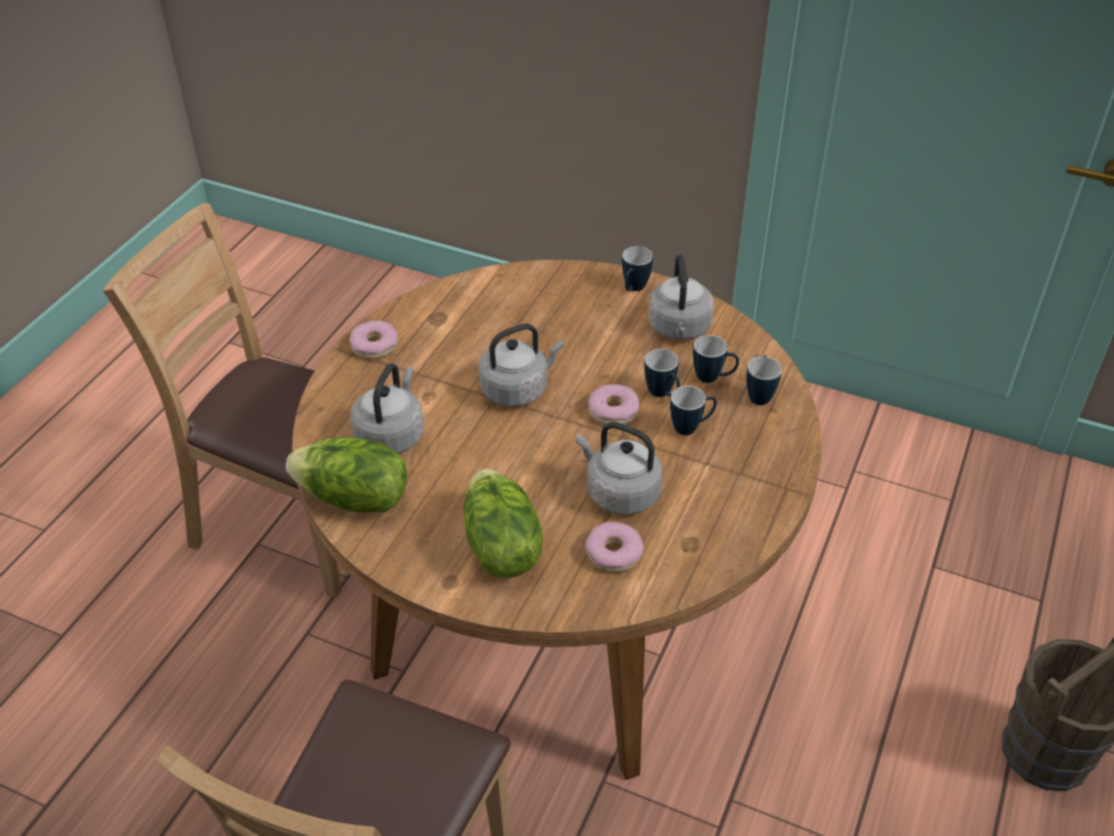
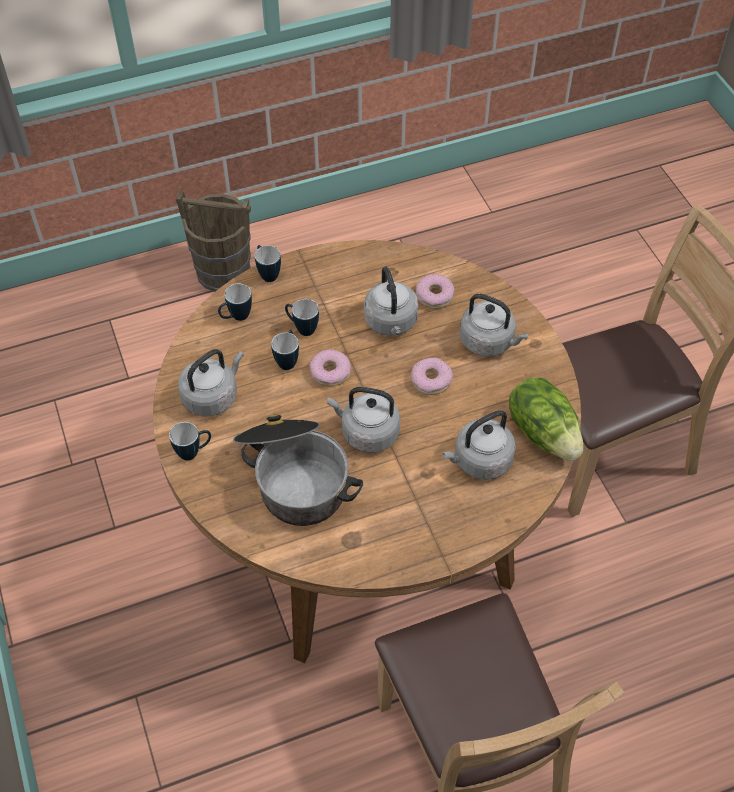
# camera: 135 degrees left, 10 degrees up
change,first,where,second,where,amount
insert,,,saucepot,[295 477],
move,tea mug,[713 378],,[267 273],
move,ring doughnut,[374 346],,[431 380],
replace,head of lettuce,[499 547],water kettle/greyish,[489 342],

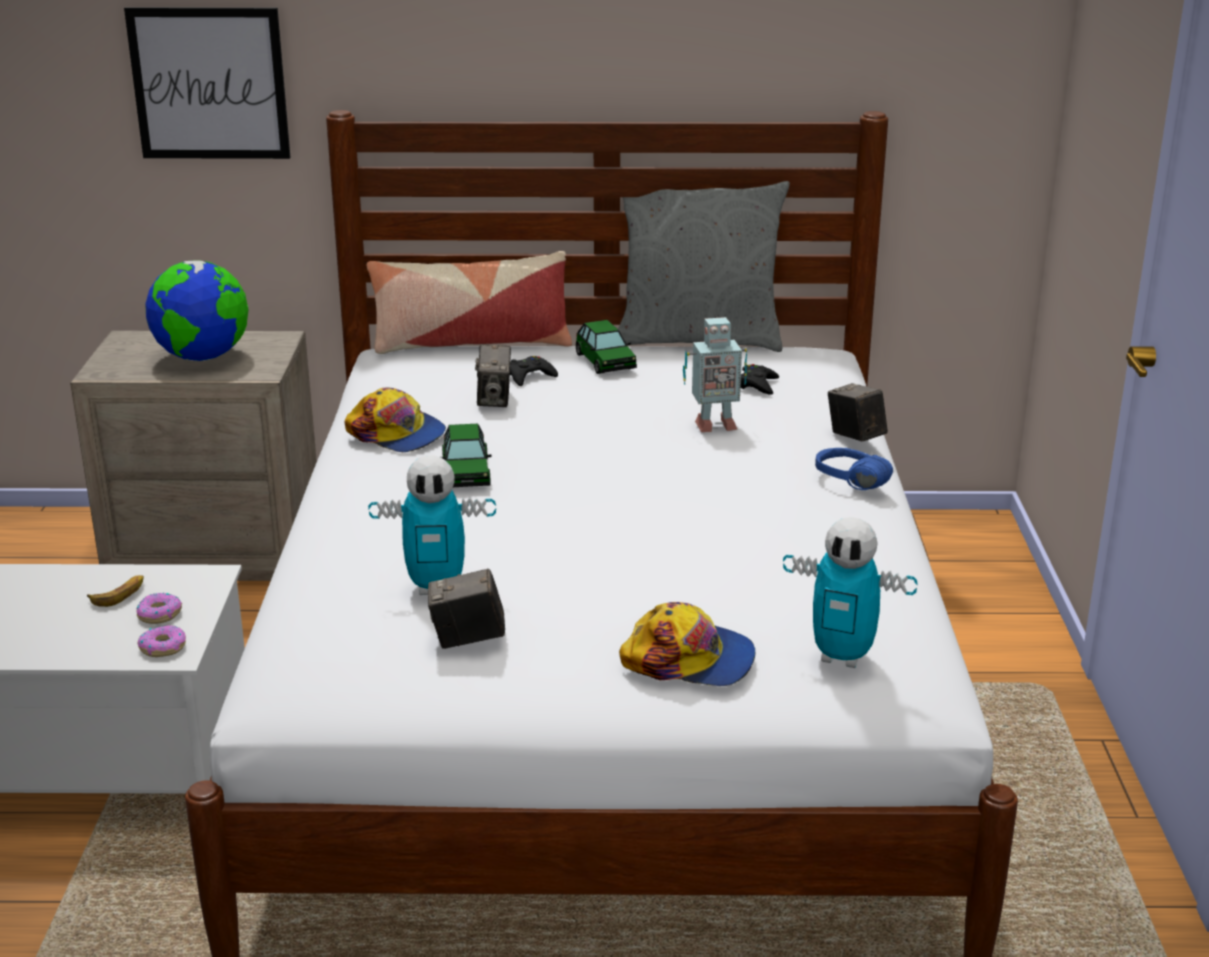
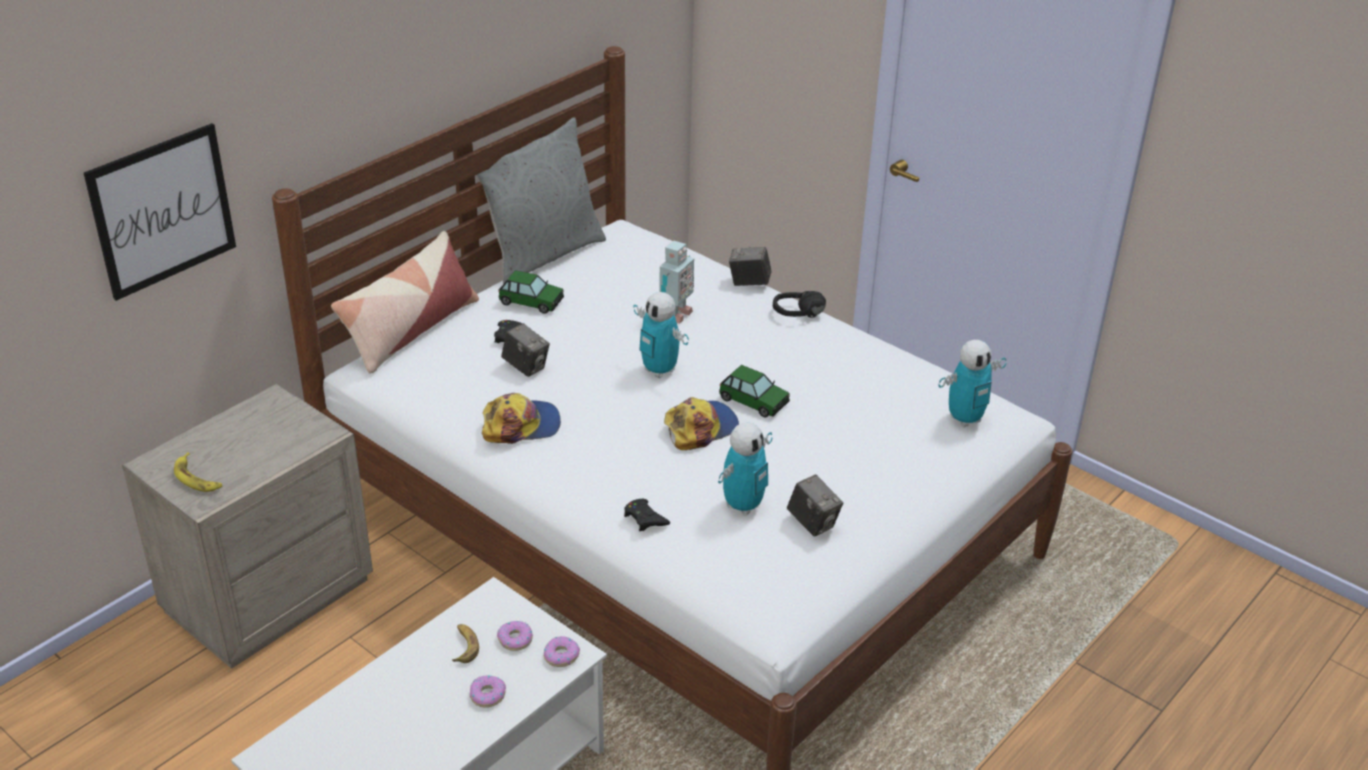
# camera: 50 degrees left, 10 degrees up
change,first,where,second,where,amount
insert,,,banana,[197 478],
insert,,,ring doughnut,[487 695],
move,gamepad/black-coloured,[758 385],,[645 518],
insert,,,toy robot,[659 370],
move,baseball cap,[689 659],,[700 428],
move,toy car,[466 472],,[753 401],
recolor,headphones/blue-coloured,[846 485],headphones/black-coloured,[800 318],
rotate,photo camera,[467 639],,[813 523],75 degrees counterclockwise
delete,globe,[203 357],,,

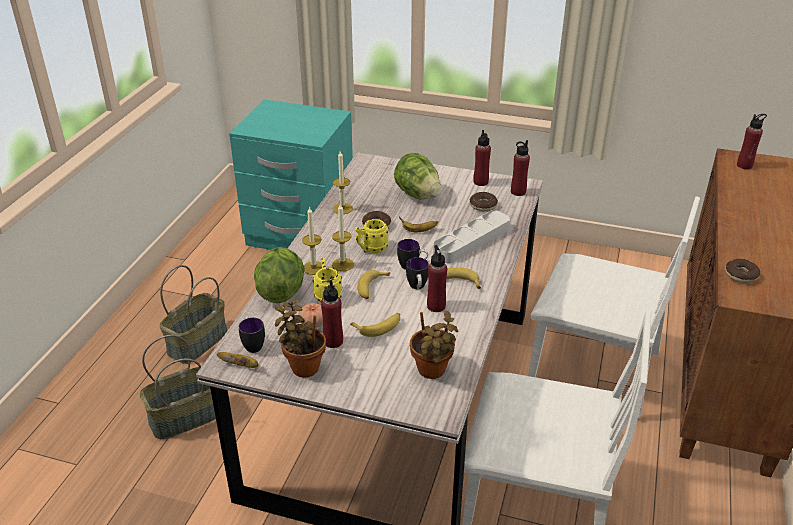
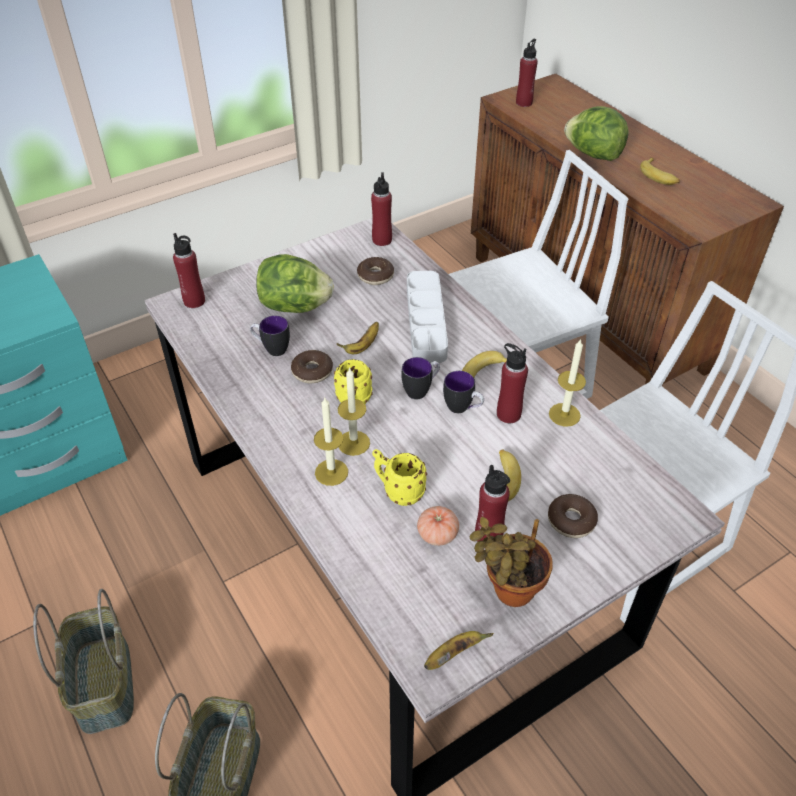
# camera: 50 degrees left, 10 degrees up
change,first,where,second,where,amount
move,beverage bottle/red-coloured,[480 182],,[194 301],
move,tea mug,[252 344],,[272 349],
move,ring doughnut,[741 275],,[571 521],
move,wax light,[342 208],,[564 414],
move,head of lettuce,[281 292],,[593 155],
move,banana,[372 288],,[659 176],
delete,potted plant,[432 372],,,

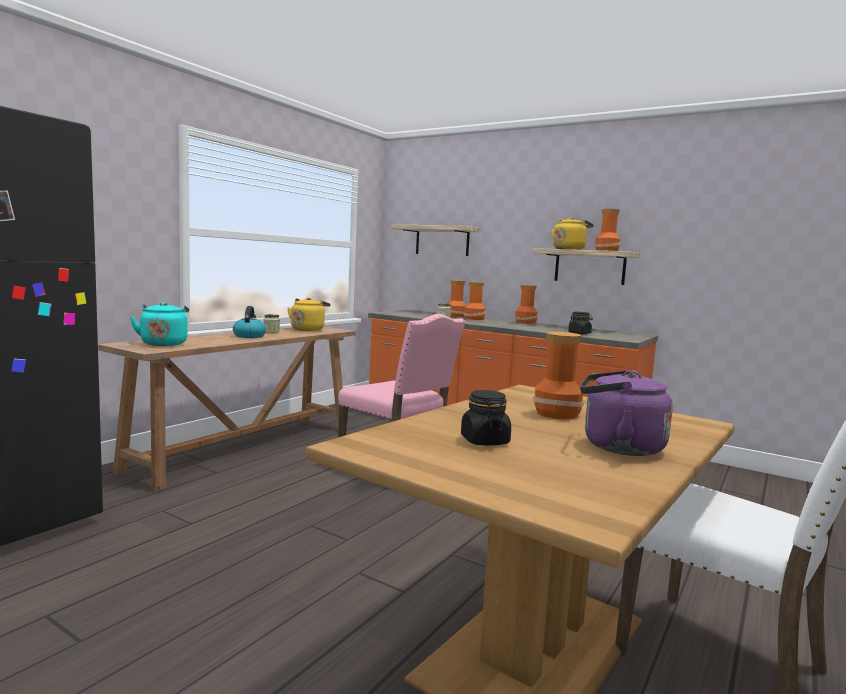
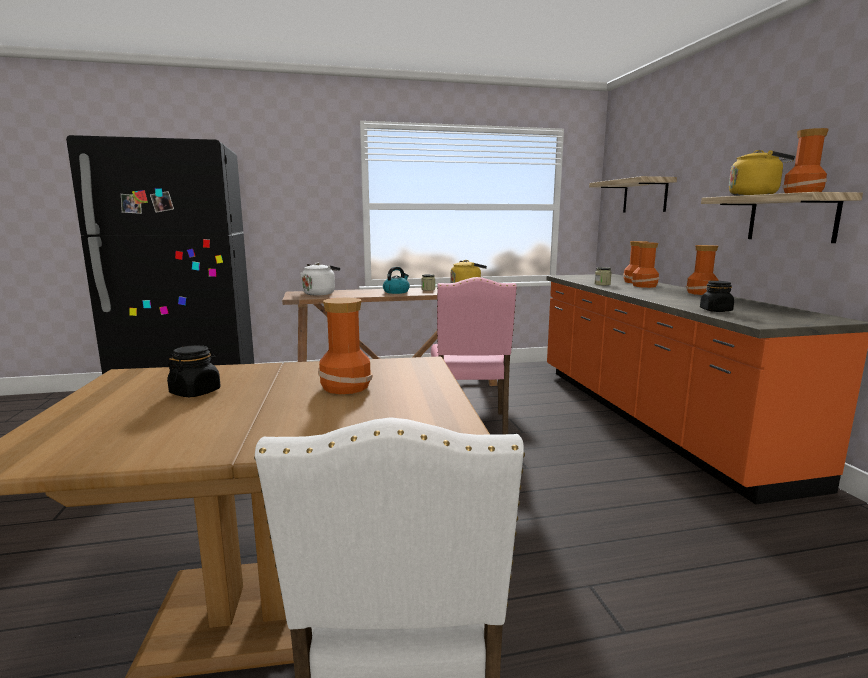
# camera: 45 degrees right, 5 degrees up
change,first,where,second,where,amount
recolor,water kettle/turquoise-coloured,[164 343],water kettle/whitish,[320 293],
delete,water kettle/purplish,[617 447],,,

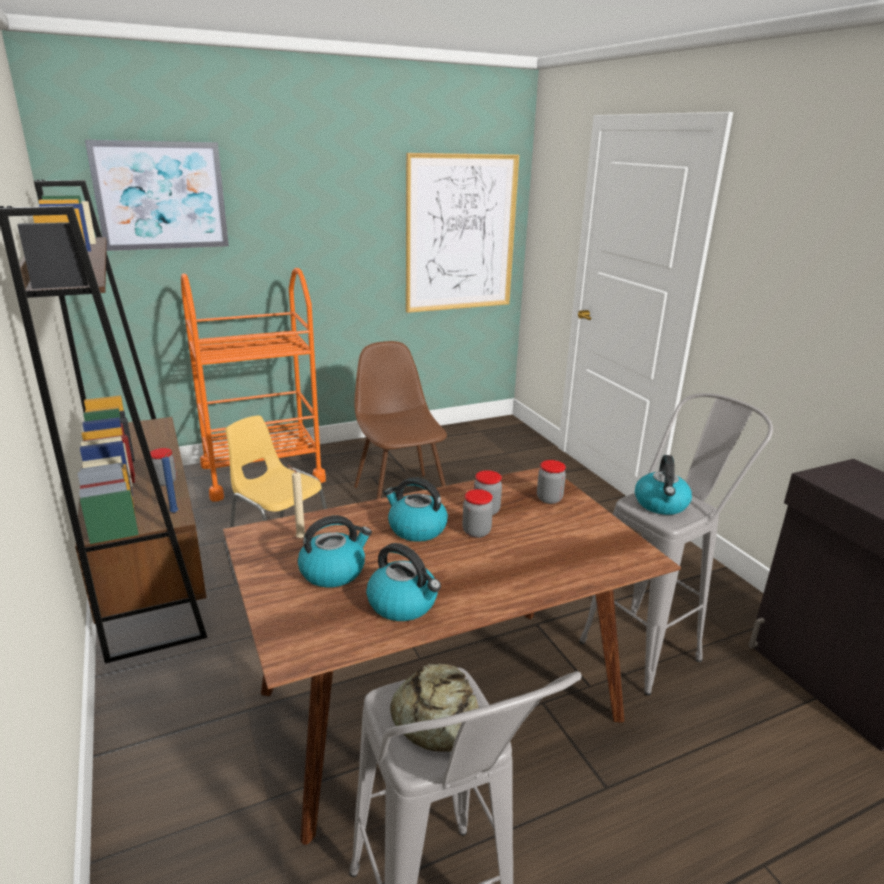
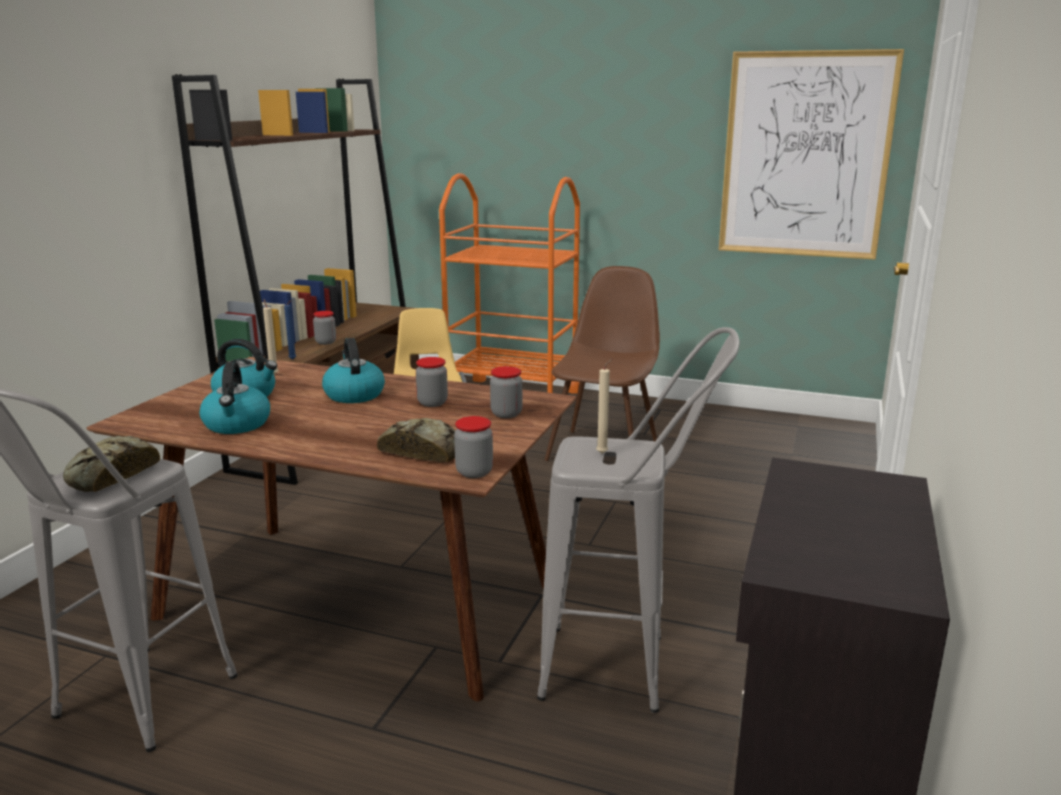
# camera: 45 degrees right, 5 degrees down
change,first,where,second,where,amount
insert,,,bread,[422 450],
move,preserve jar,[476 532],,[474 472],
replace,water kettle,[661 504],wax light/beige,[603 453],
delete,wall picture,[161 196],,,

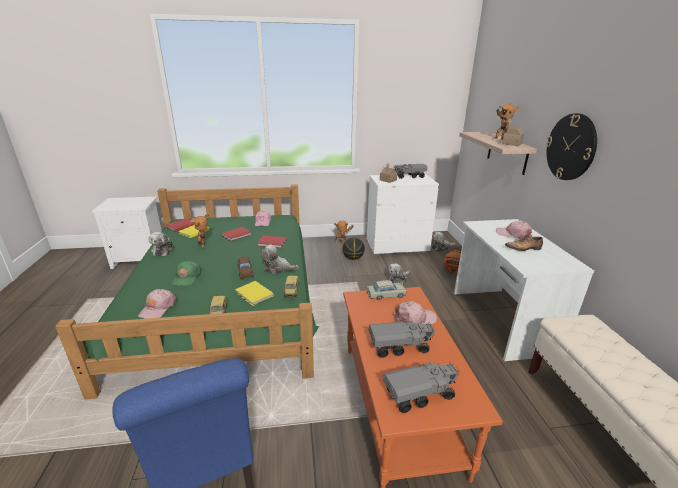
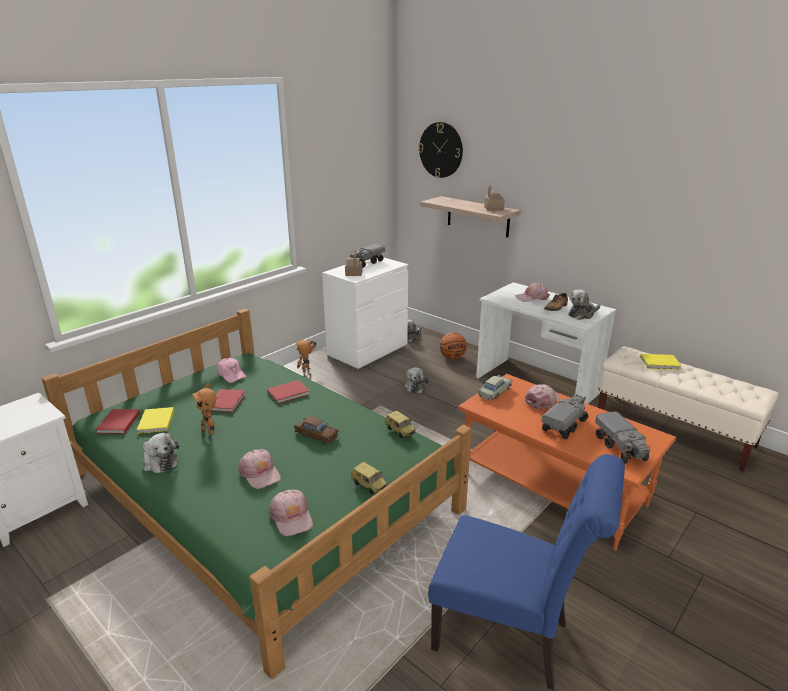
# camera: 40 degrees left, 0 degrees up
change,first,where,second,where,amount
recolor,baseball cap/green-coloured,[186 277],baseball cap/pink-coloured,[260 473],
move,wall clock,[571 147],,[441 150],
move,cuddly toy,[277 268],,[582 314],
rotate,toy lorry,[419 394],,[621 448],135 degrees clockwise
move,book/yellowish,[254 295],,[661 363],
delete,ball for basketball,[353 258],,,
delete,toy robot,[500 138],,,

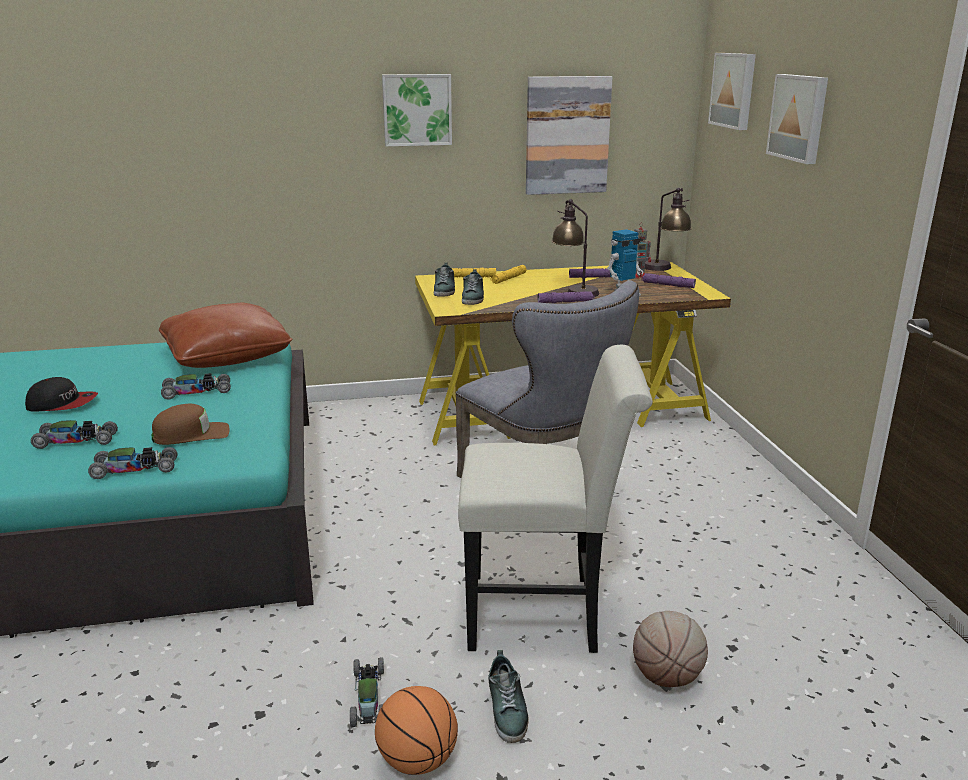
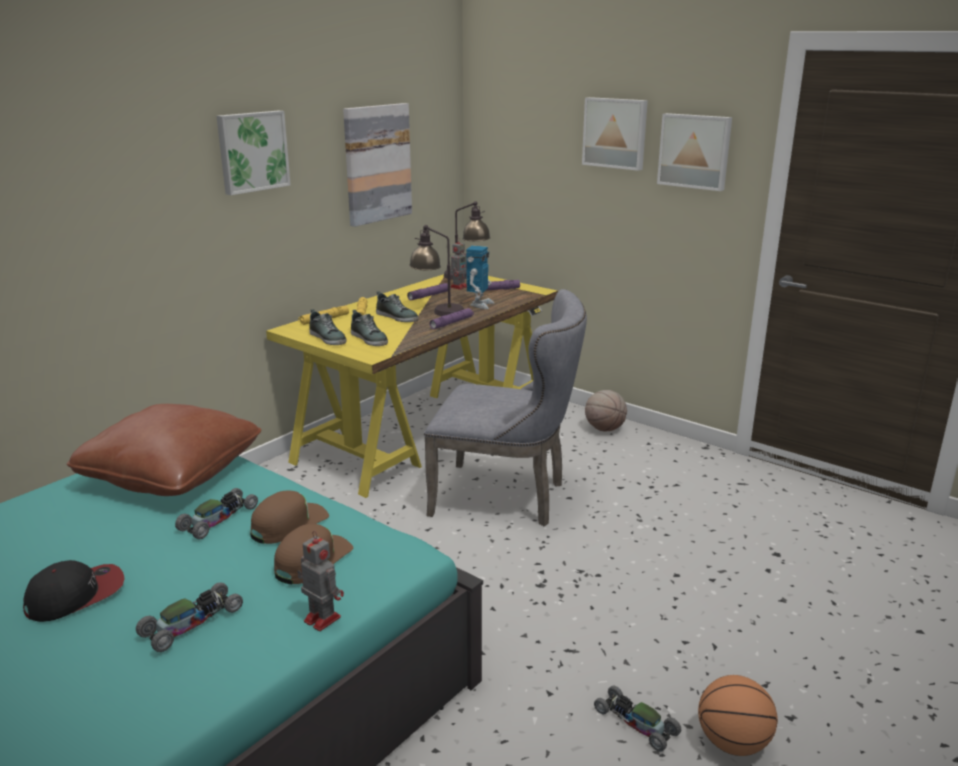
# camera: 40 degrees left, 0 degrees up
change,first,where,second,where,amount
insert,,,baseball cap/brown,[288 524],
replace,toy car,[135 469],toy robot,[321 618],
move,shoe,[507 709],,[397 317],
move,ball for basketball,[667 677],,[604 429],
move,wall picture,[734 90],,[695 151],
delete,upright chair/whitish,[544 612],,,

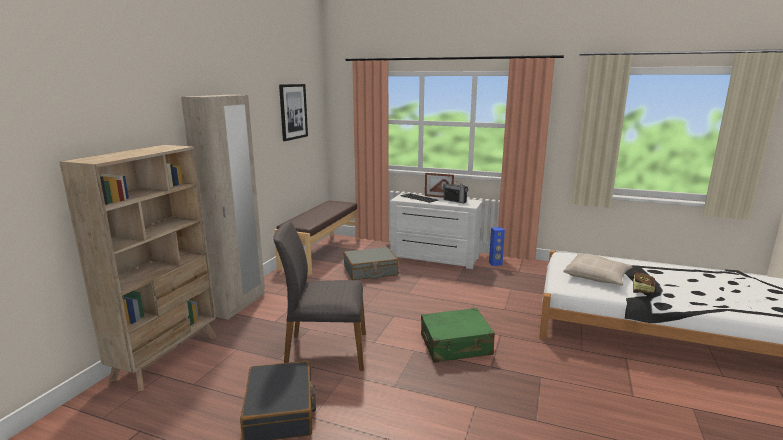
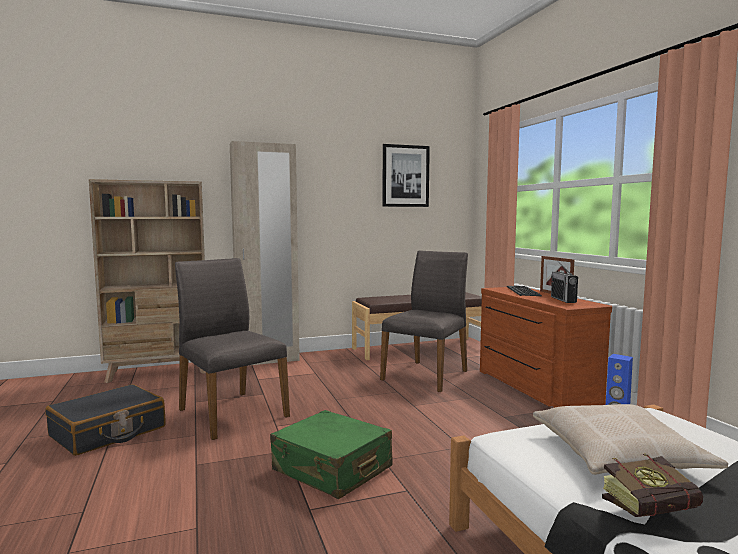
# camera: 50 degrees right, 10 degrees down
change,first,where,second,where,amount
replace,travel case/greyish,[370 271],upright chair/greyish,[426 375],
recolor,drawer chest/whitish,[433 258],drawer chest/brown,[532 388],

